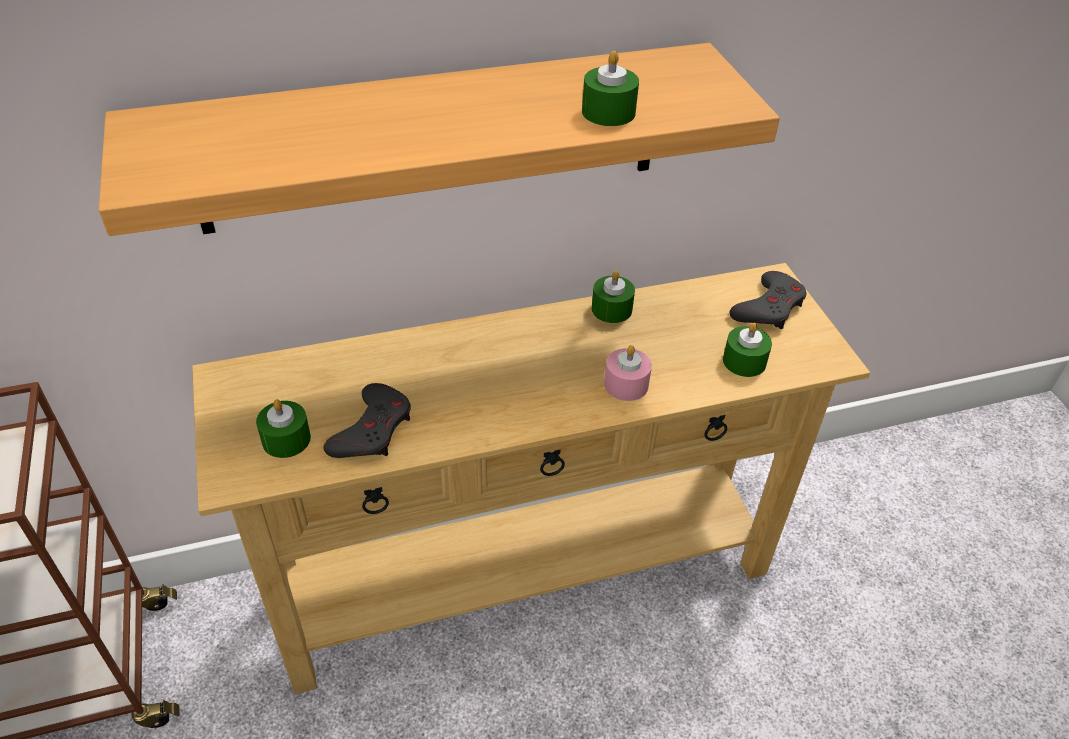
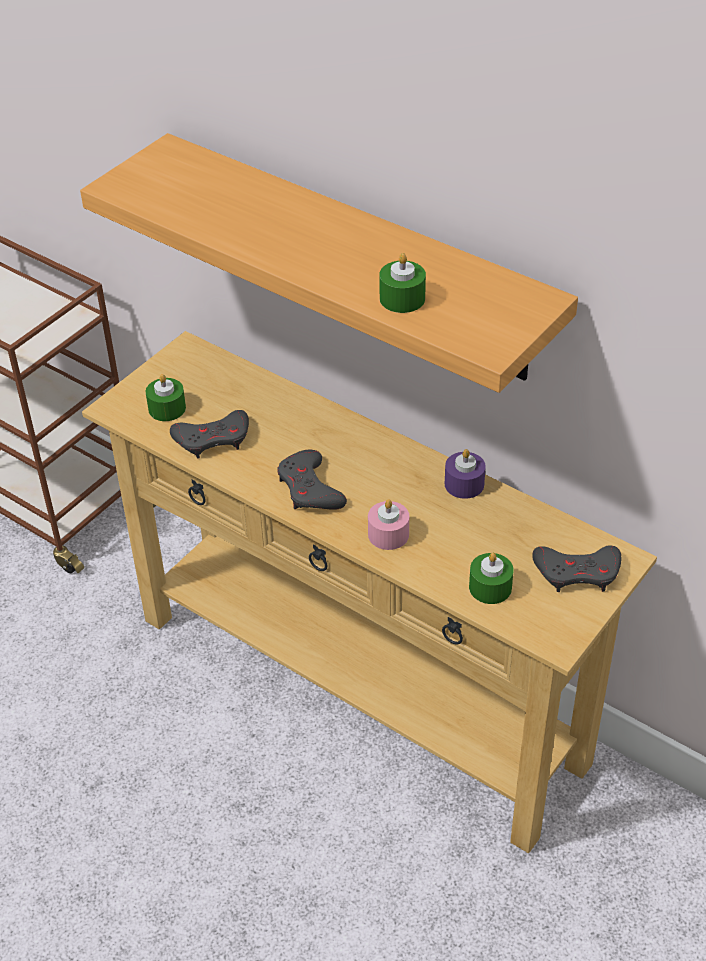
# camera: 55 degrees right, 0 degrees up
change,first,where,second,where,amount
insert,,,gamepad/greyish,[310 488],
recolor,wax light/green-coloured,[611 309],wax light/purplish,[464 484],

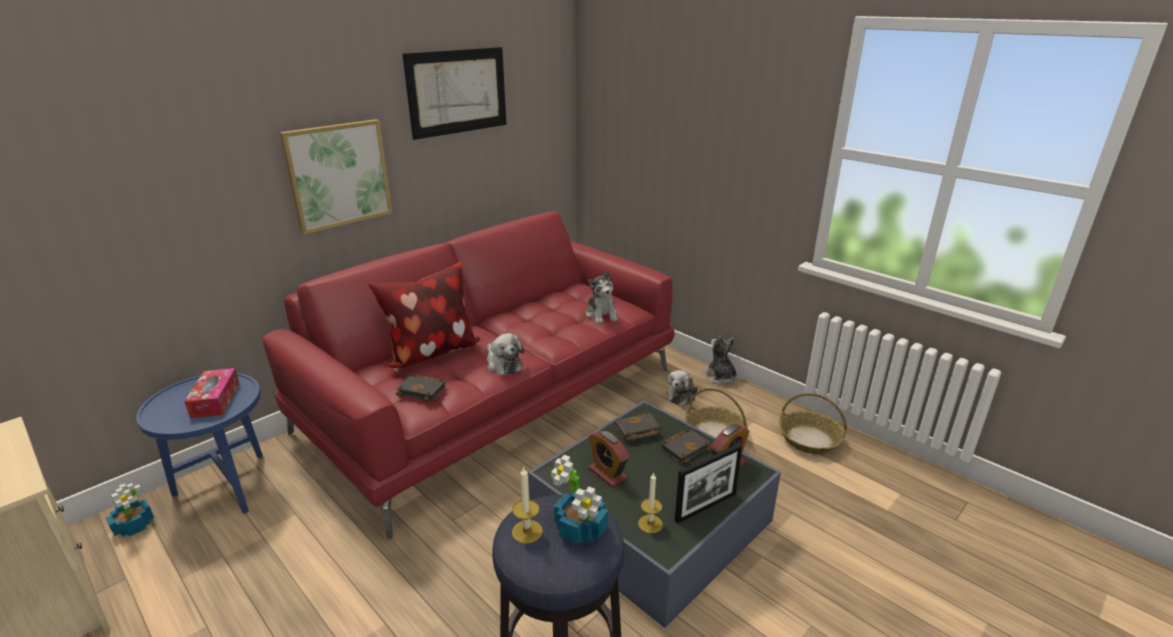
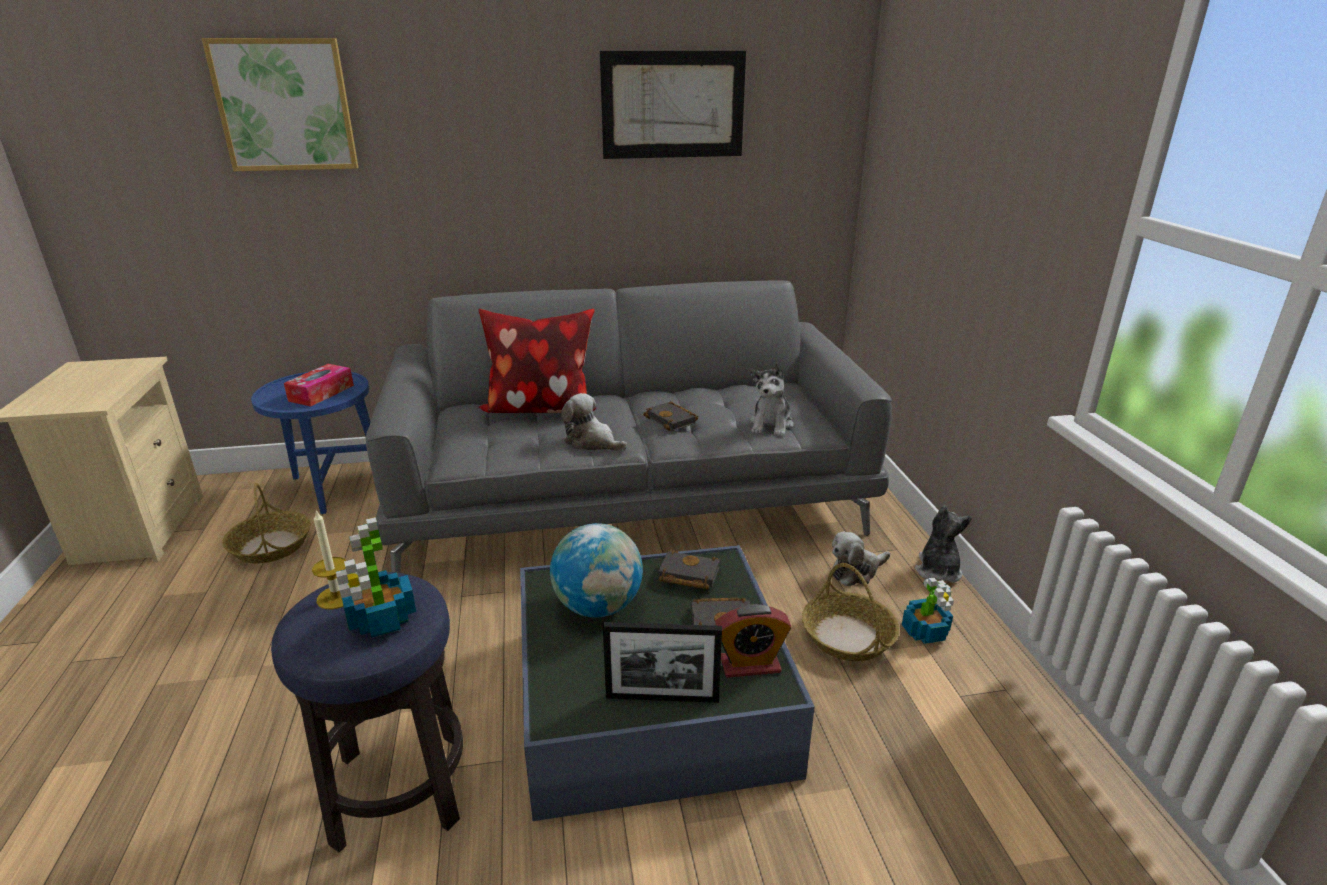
# camera: 35 degrees right, 0 degrees up
change,first,where,second,where,amount
move,wall picture,[338 175],,[285 105],
move,basket,[810 439],,[271 546],
recolor,couch/red-coloured,[496 398],couch/greyish,[631 495],
replace,bedside clock,[607 473],globe,[598 607],
rotate,cuddly toy,[503 364],,[592 442],120 degrees clockwise
move,book/black-coloured,[423 390],,[673 420],
move,potted plant,[134 525],,[925 631],
delete,wax light,[650 524],,,

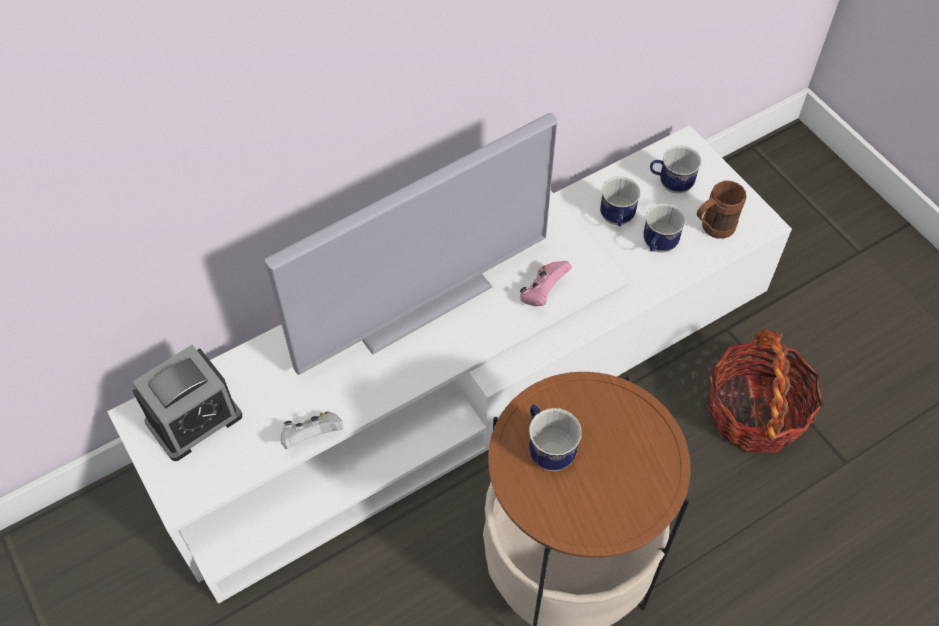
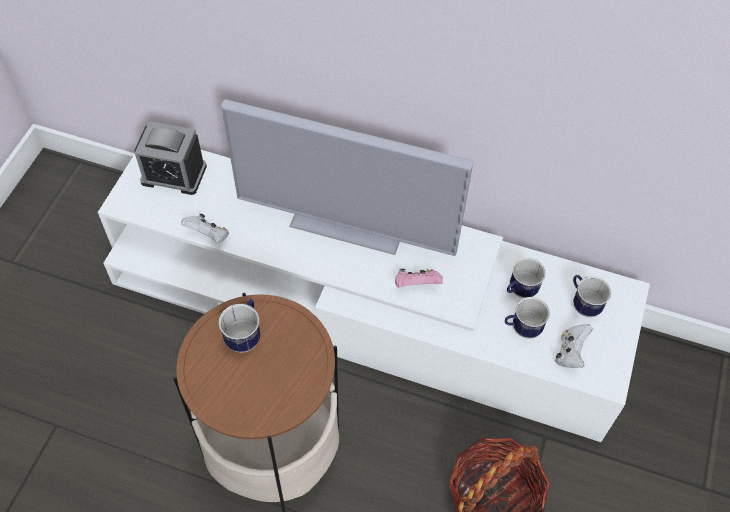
# camera: 50 degrees right, 0 degrees up
change,first,where,second,where,amount
replace,tea mug/brown,[711 229],gamepad/whitish,[570 353],

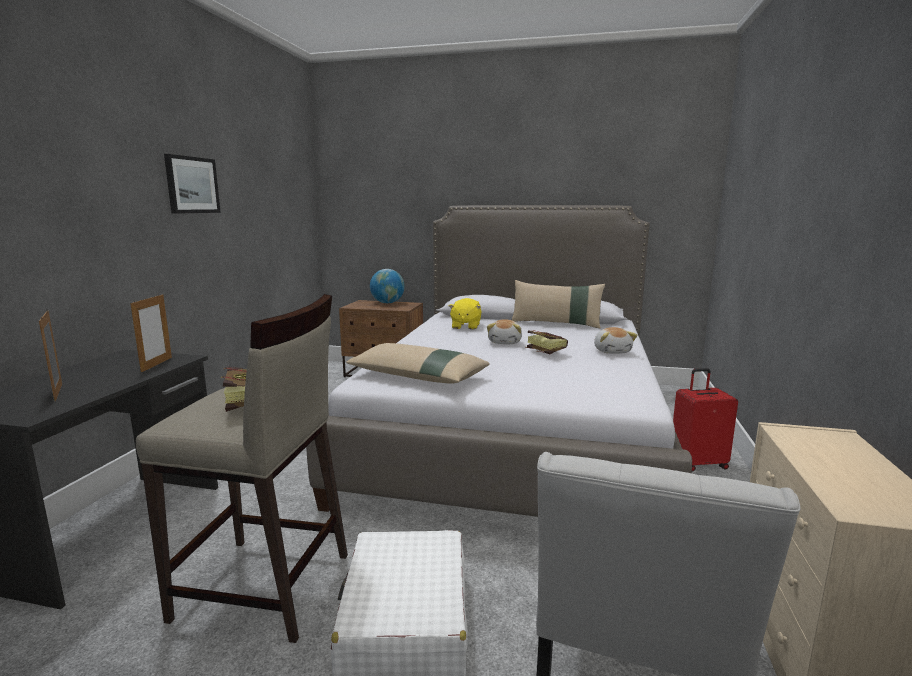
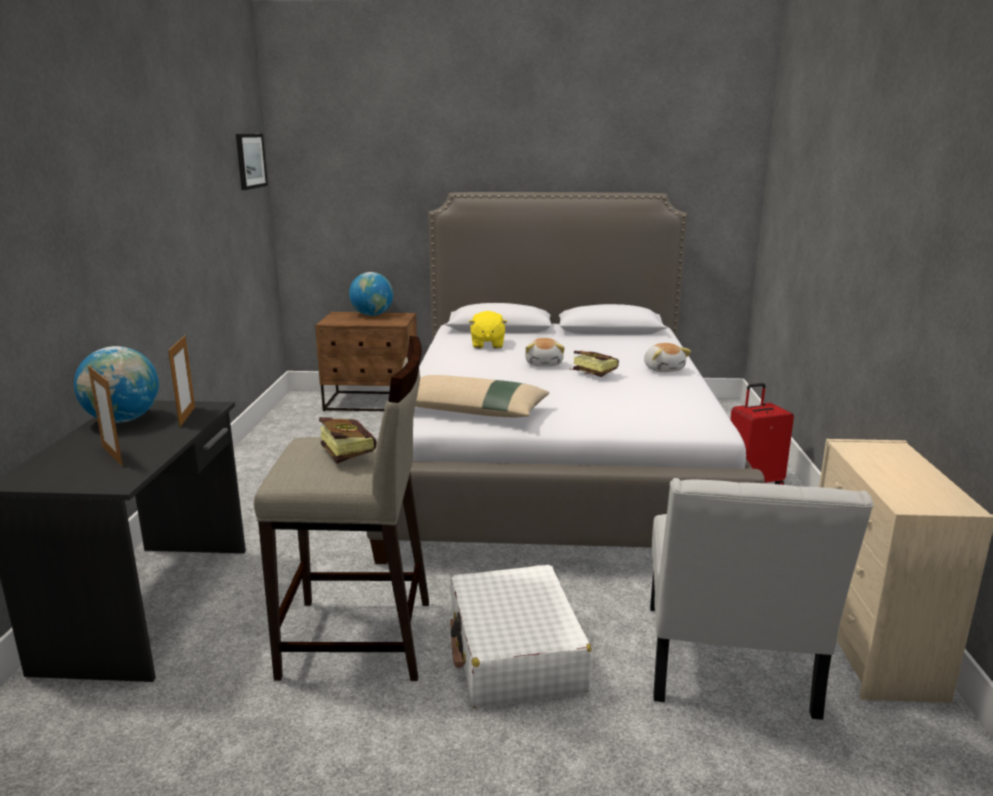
# camera: 10 degrees left, 5 degrees up
change,first,where,second,where,amount
insert,,,globe,[123 420],
move,wall picture,[192 185],,[250 161],
delete,pillow/beige,[556 324],,,

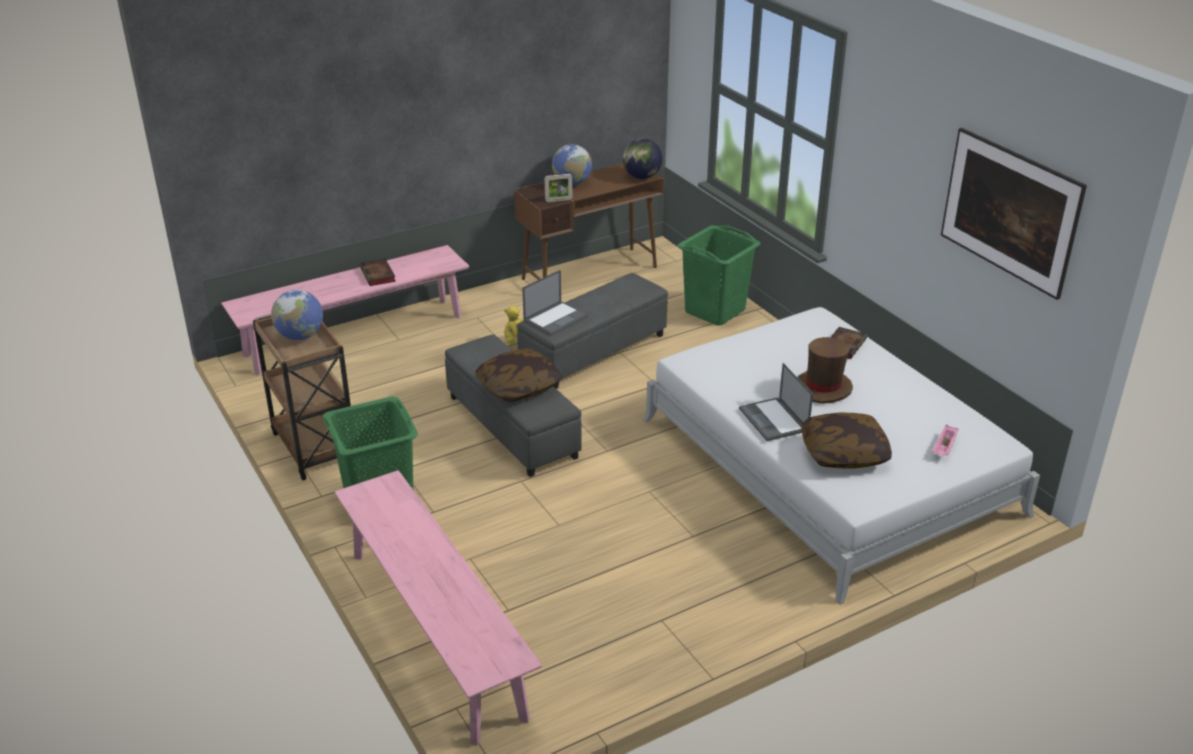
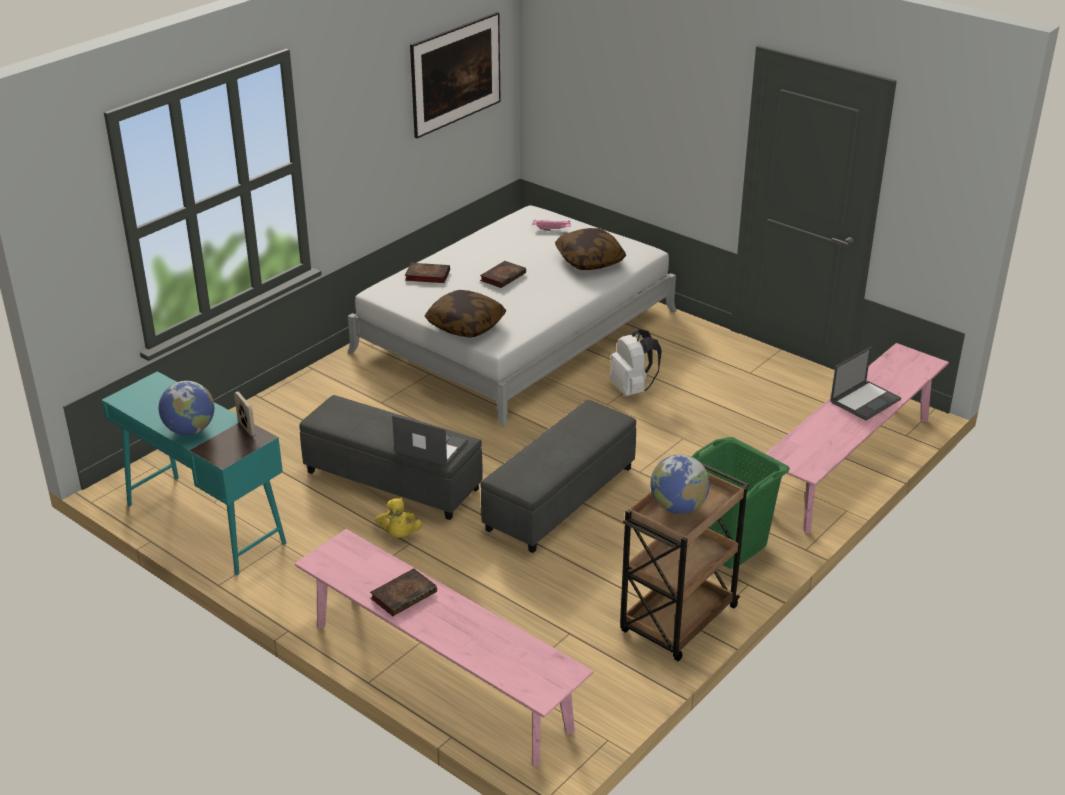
# camera: 110 degrees left, 0 degrees up
change,first,where,second,where,amount
recolor,desk table/brown,[590 273],desk table/turquoise-coloured,[204 523],
move,pillow,[519 387],,[466 325],
replace,hat/brown,[823 388],book,[503 276],
insert,,,backpack/whitish,[632 389],
move,notebook computer,[774 420],,[865 400],
delete,globe,[641 177],,,
delete,hamper/green-coloured,[715 311],,,

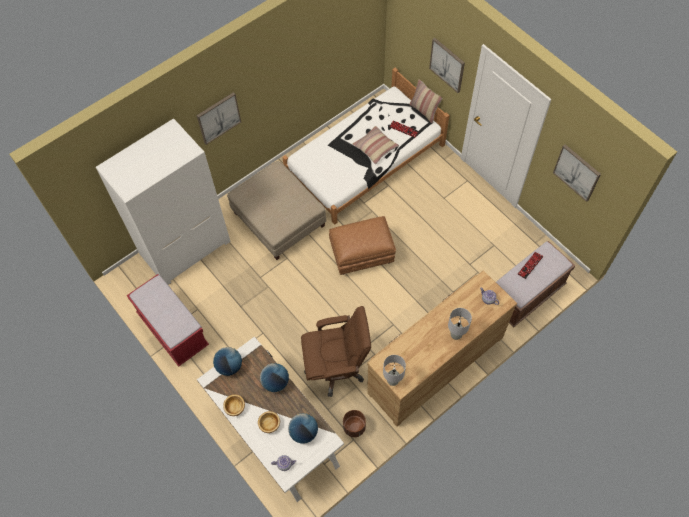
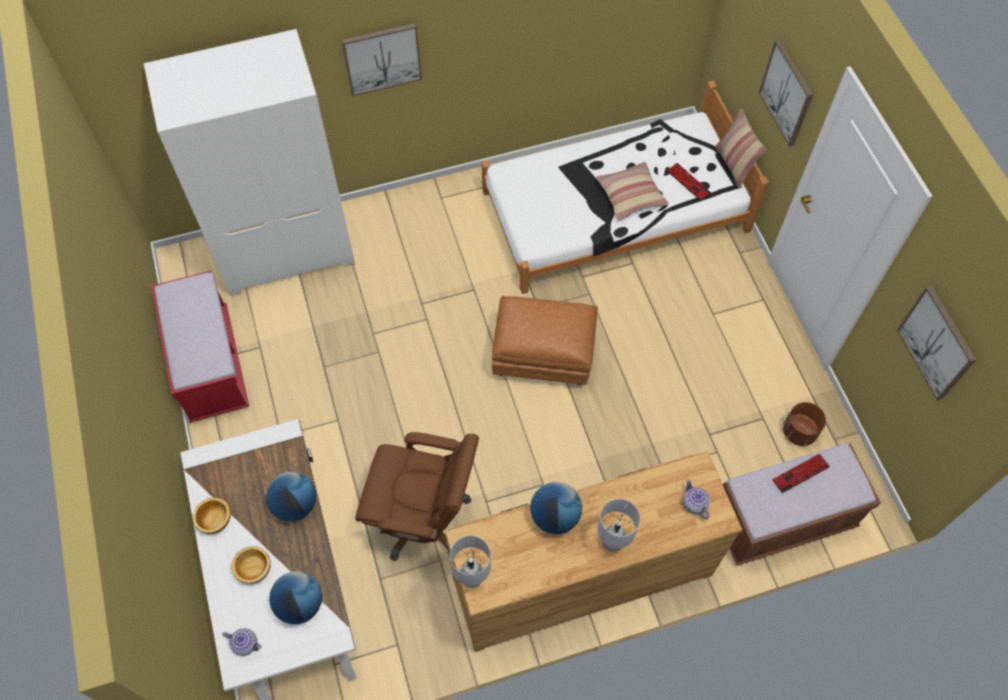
# camera: 20 degrees right, 0 degrees up
change,first,where,second,where,amount
move,globe,[229 366],,[555 516],
move,planter/brown,[354 427],,[799 432],
delete,footrest/beige,[279 219],,,

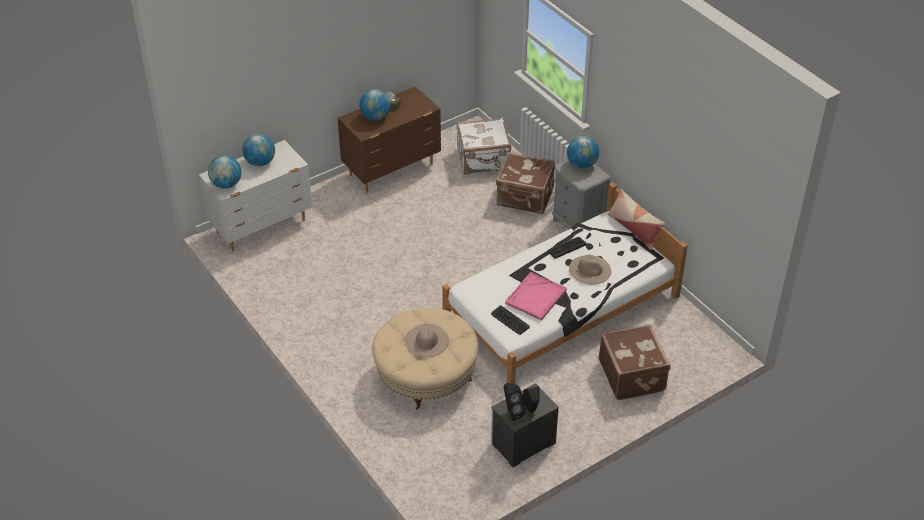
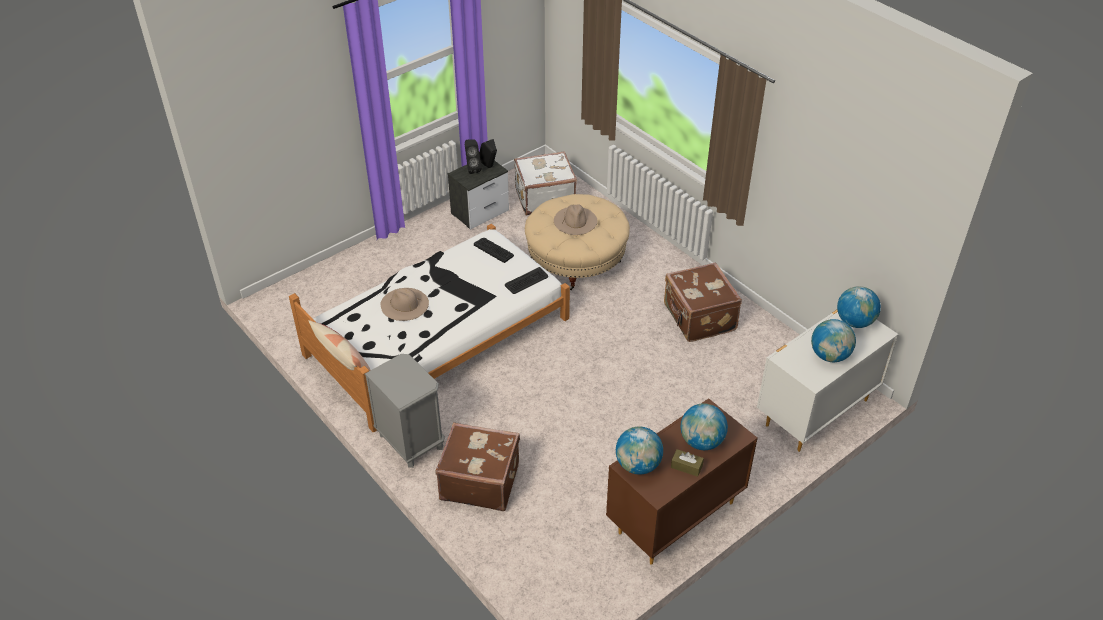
# camera: 175 degrees right, 0 degrees up
change,first,where,second,where,amount
move,keyboard,[566 247],,[526 281],
move,travel case/whitish,[483 161],,[544 198],
move,globe,[582 164],,[638 465],
move,travel case/brown,[632 375],,[698 318],
delete,tray/pink-coloured,[535 297],,,

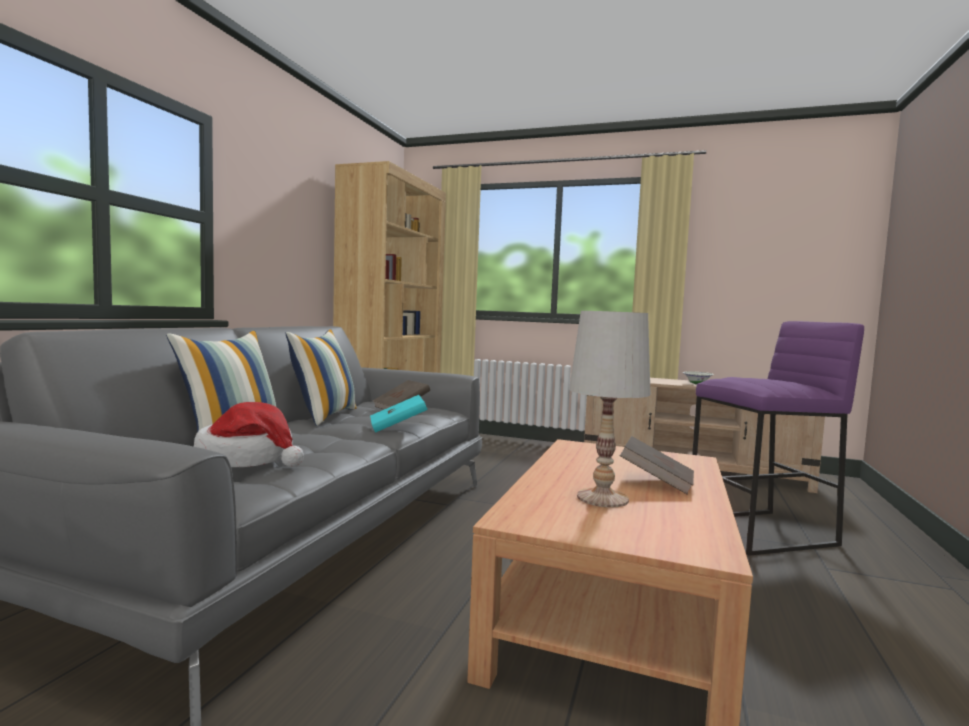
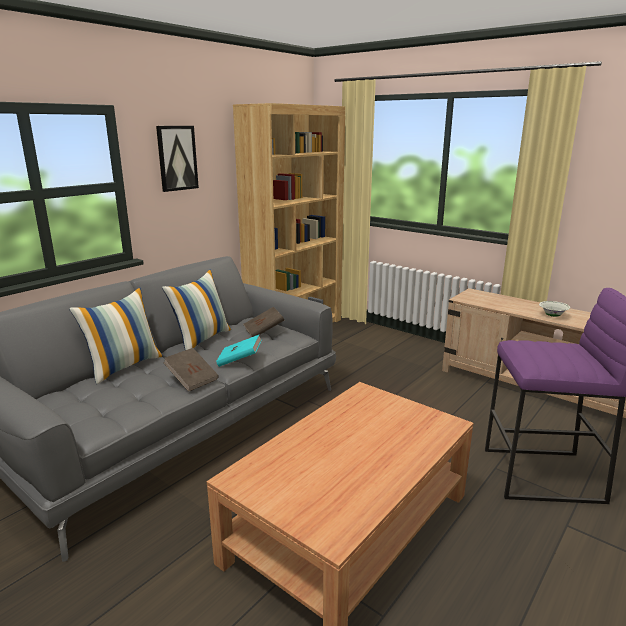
# camera: 20 degrees right, 15 degrees up
change,first,where,second,where,amount
insert,,,wall picture,[177 158],
move,book/brown,[656 482],,[192 379],
delete,hat,[248 459],,,
delete,lamp for a table/whitish,[602 498],,,

